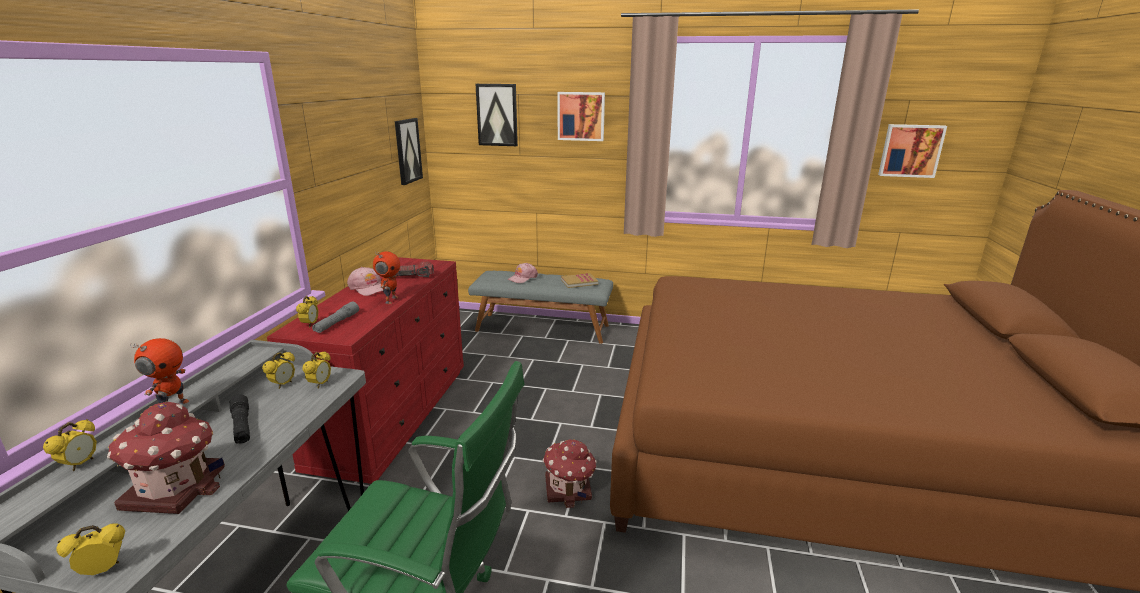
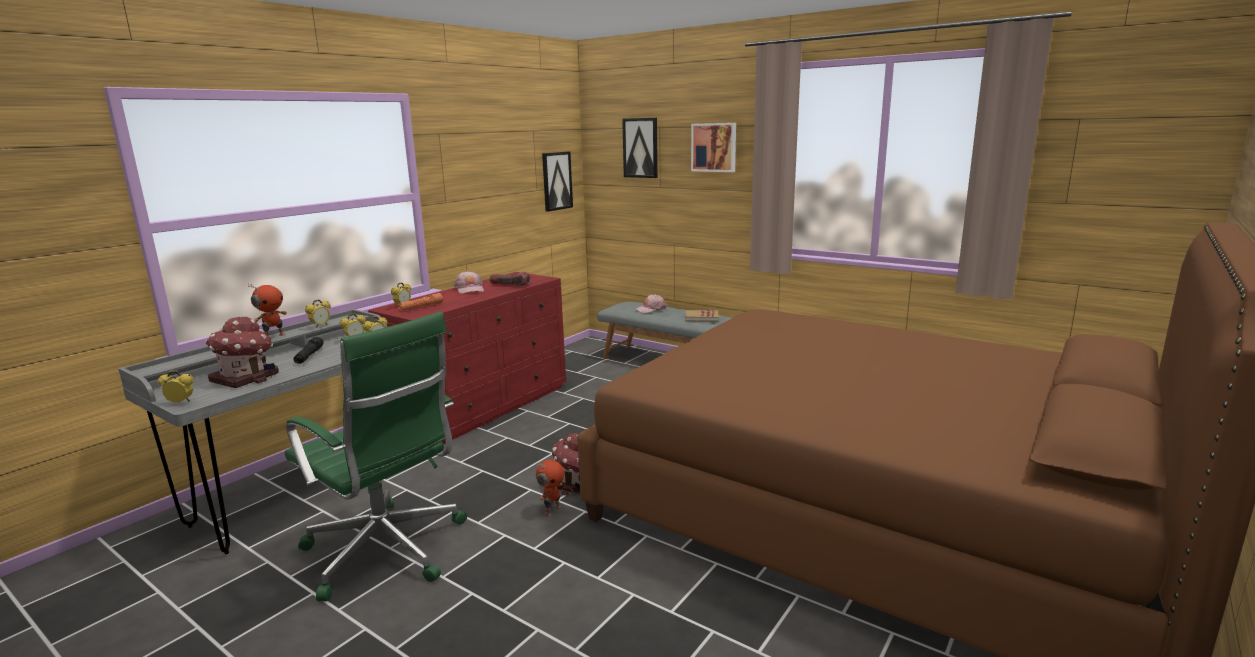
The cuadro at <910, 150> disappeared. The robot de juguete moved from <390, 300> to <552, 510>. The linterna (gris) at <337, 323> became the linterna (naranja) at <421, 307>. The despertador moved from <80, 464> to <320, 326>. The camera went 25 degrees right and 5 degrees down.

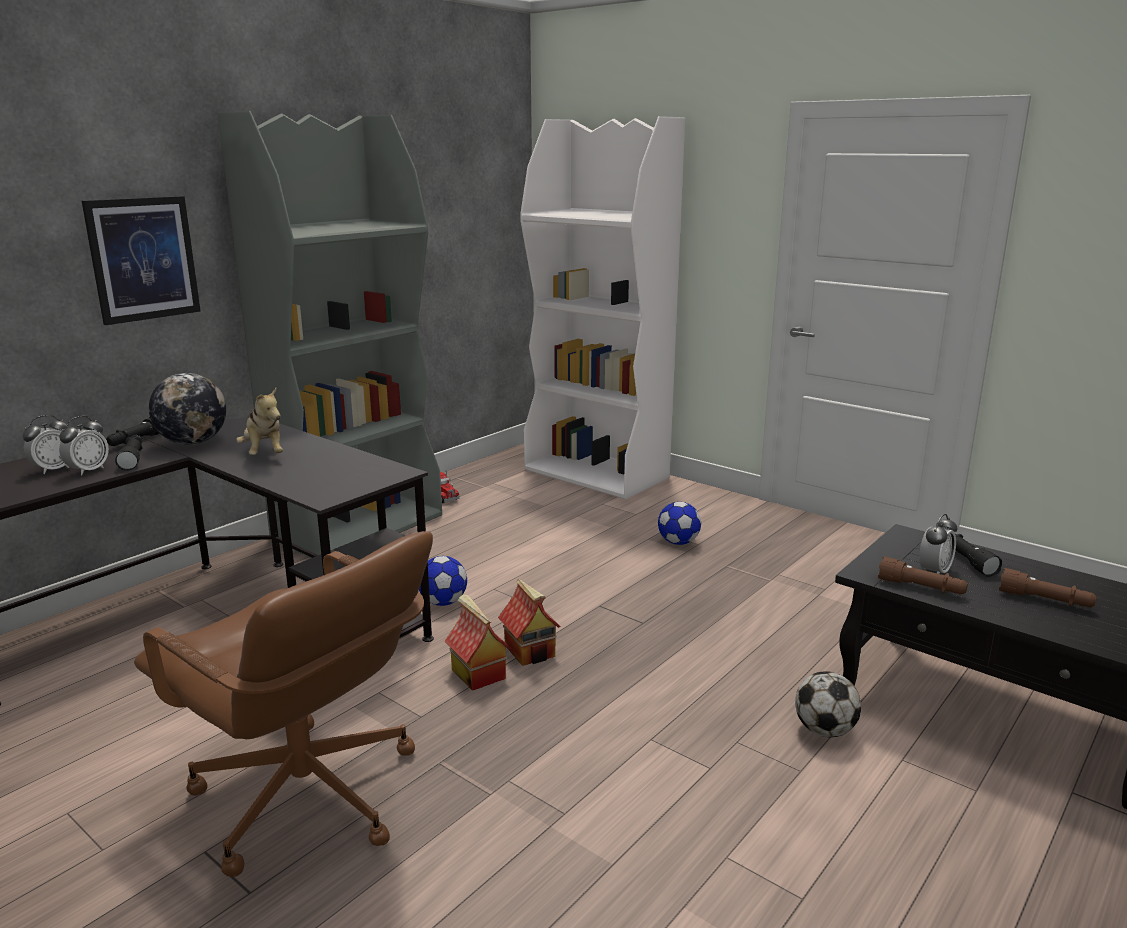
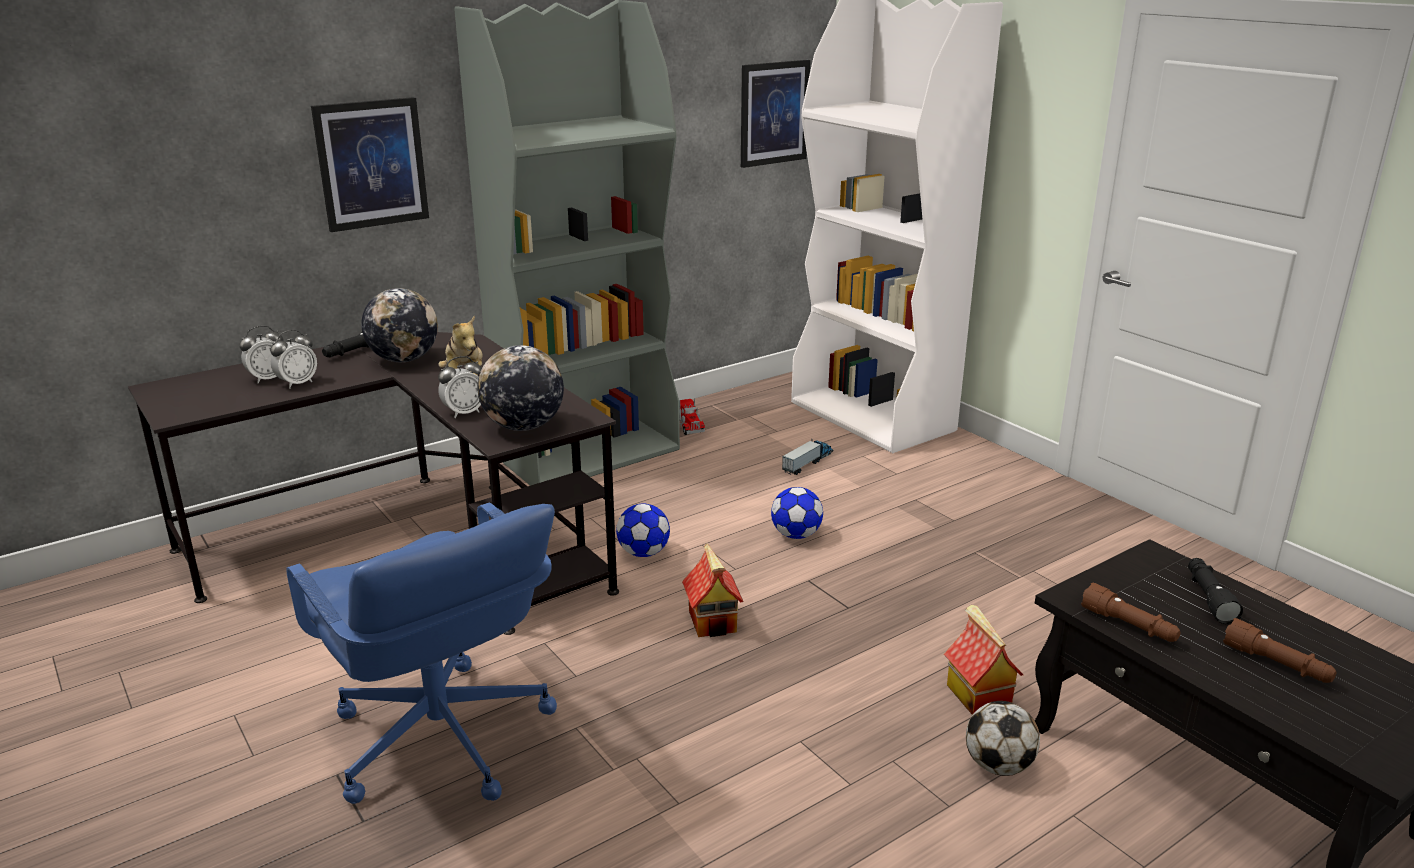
The linterna (negro) at <133, 459> disappeared. The balón de fútbol moved from <678, 542> to <796, 535>. The despertador moved from <934, 571> to <464, 412>. The silla de oficina (marrón) at <306, 798> became the silla de oficina (azul) at <440, 740>. The casita moved from <477, 673> to <977, 695>. The cuadro at <774, 113> appeared. The globo terráqueo at <523, 427> appeared. The camión de juguete at <808, 463> appeared. The camera went 15 degrees right and 5 degrees up.

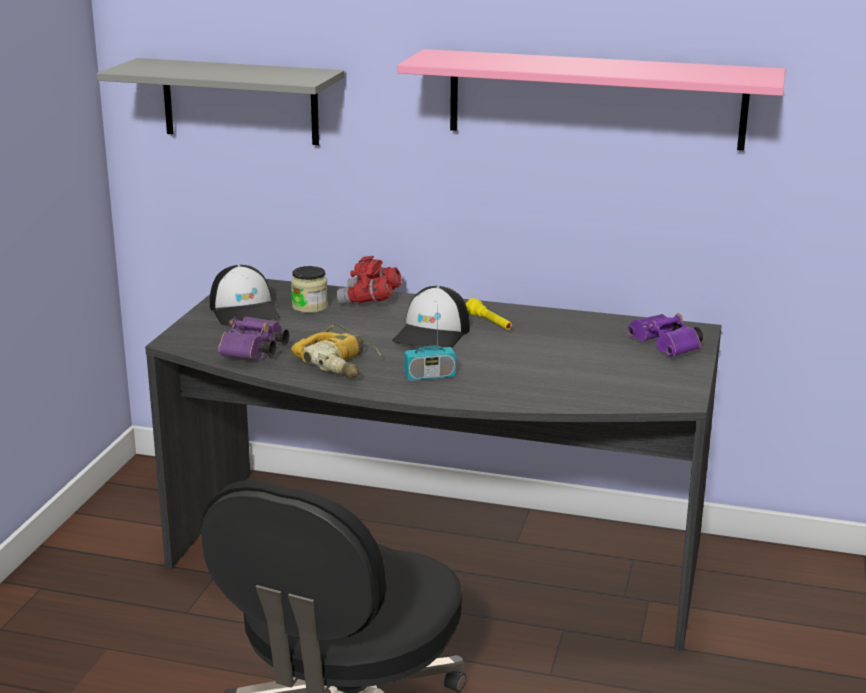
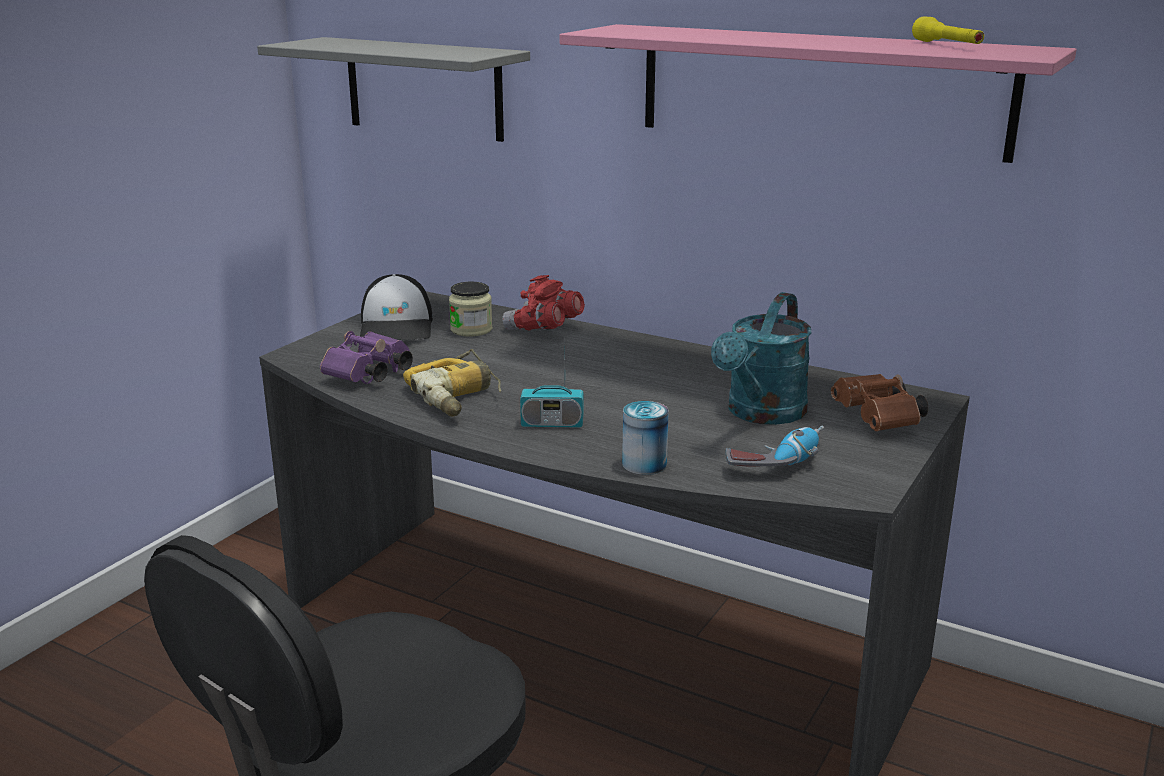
The gorra at <433, 334> disappeared. The linterna (amarillo) moved from <489, 323> to <947, 45>. The prismáticos (morado) at <667, 349> became the prismáticos (marrón) at <879, 420>. The regadera (turquesa) at <761, 414> appeared. The lata at <644, 464> appeared. The taladro at <778, 460> appeared. The camera went 15 degrees right and 0 degrees up.

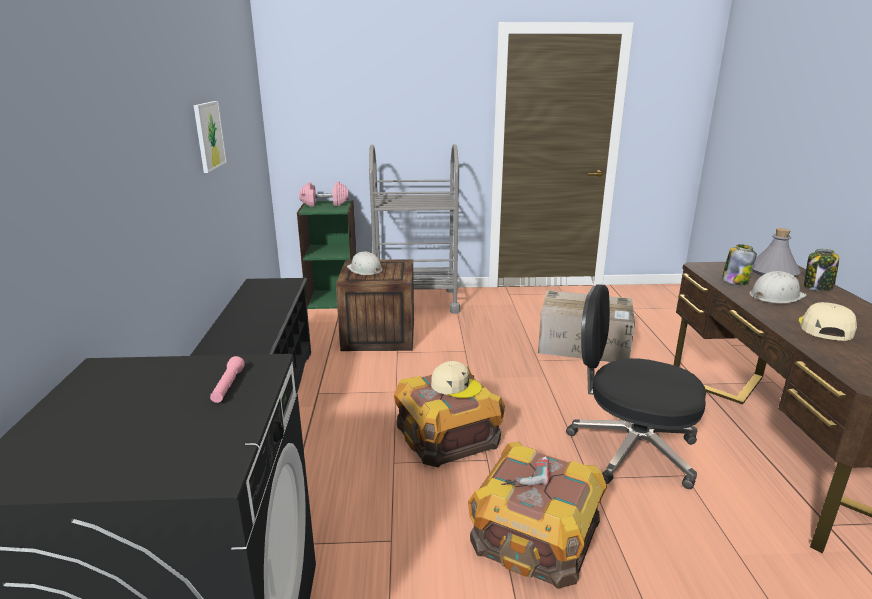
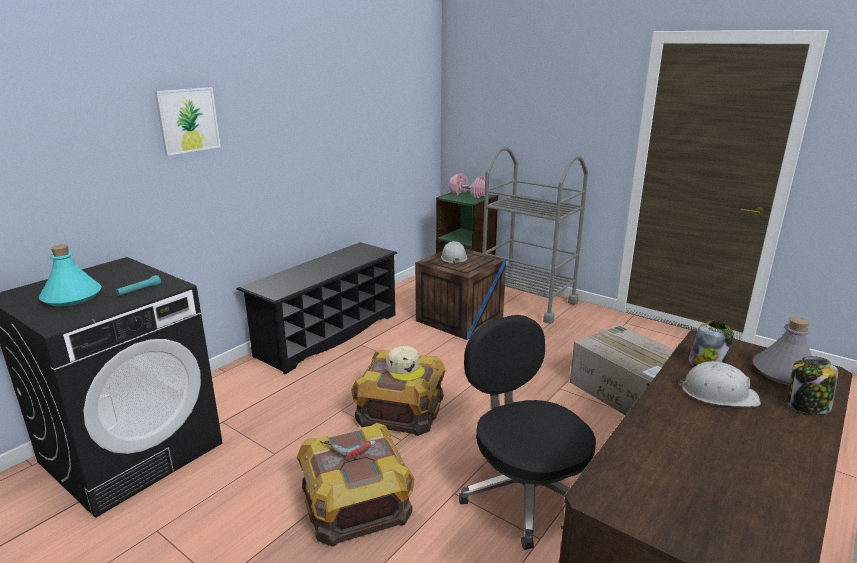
The cuadro moved from <209, 135> to <188, 120>. The gorra (beis) at <824, 328> disappeared. The linterna (rosa) at <228, 386> became the linterna (turquesa) at <139, 290>. The botella (turquesa) at <72, 297> appeared. The camera went 40 degrees right and 0 degrees up.

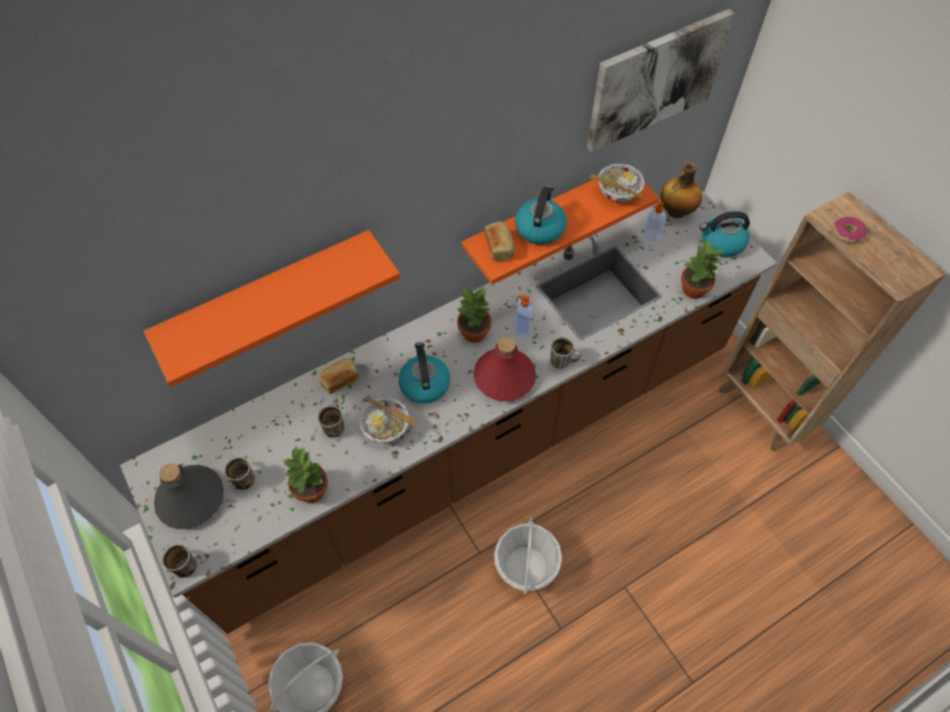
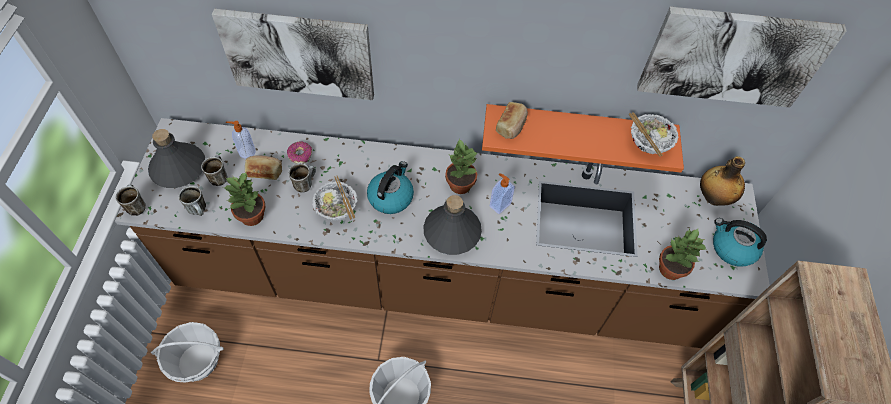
The hervidor at <539, 228> disappeared. The dispensador de jabón moved from <651, 236> to <246, 151>. The rosquilla moved from <847, 233> to <300, 155>. The estante (naranja) at <268, 298> was replaced by the cuadro at <299, 54>. The botella (rojo) at <505, 377> became the botella (gris) at <452, 232>. The taza grande moved from <563, 361> to <200, 211>. The pan moved from <340, 379> to <265, 171>. The camera went 35 degrees right and 0 degrees up.

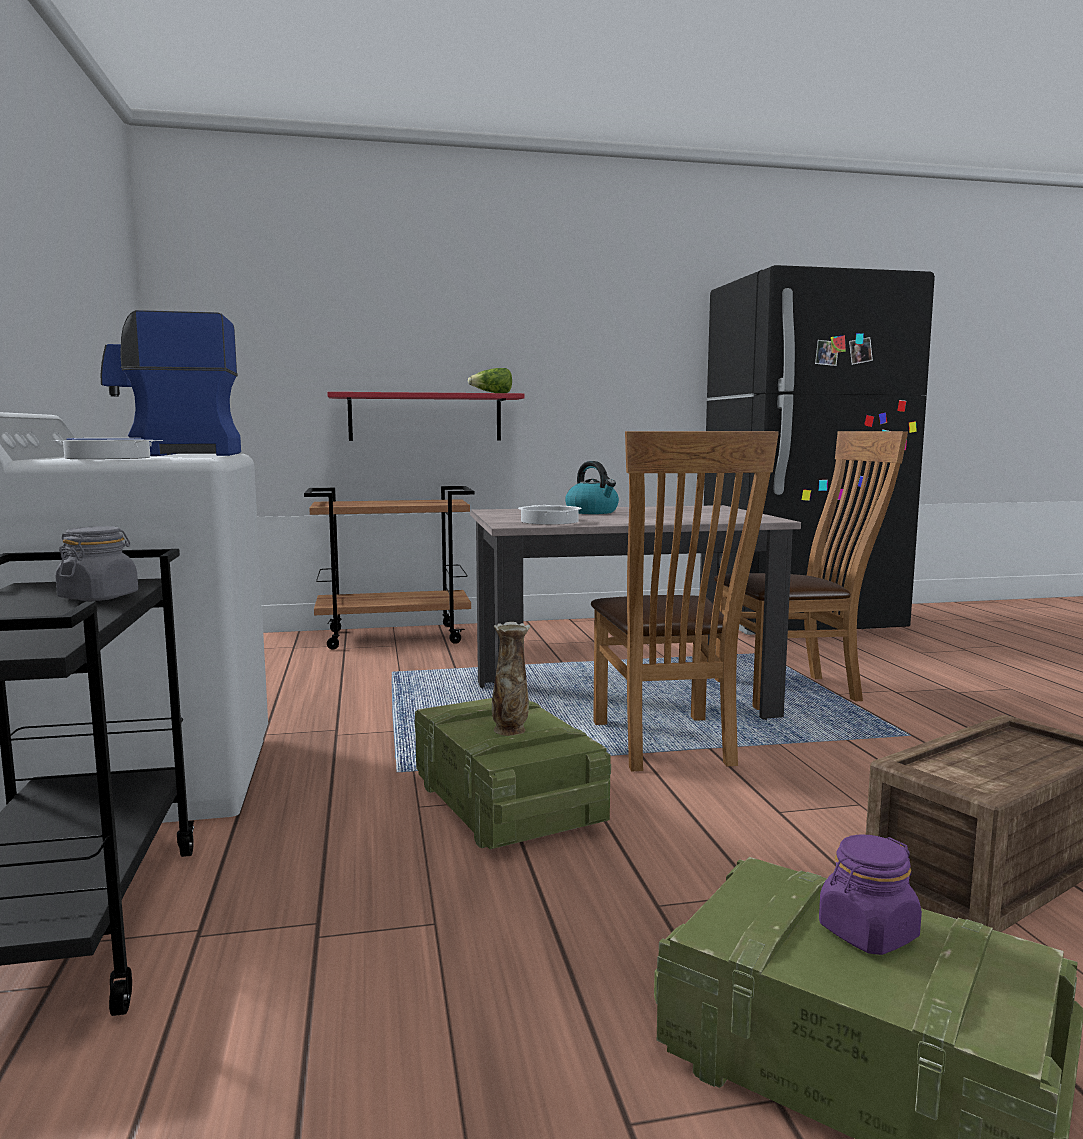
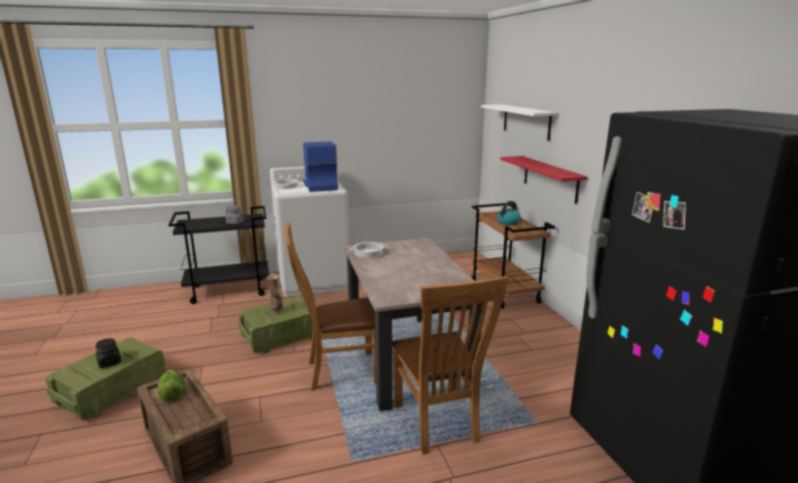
The lechuga moved from <492, 393> to <172, 393>. The hervidor moved from <592, 512> to <508, 222>. The tarro (morado) at <867, 933> became the tarro (negro) at <109, 362>. The estante (blanco) at <526, 121> appeared. The camera went 85 degrees right and 10 degrees up.

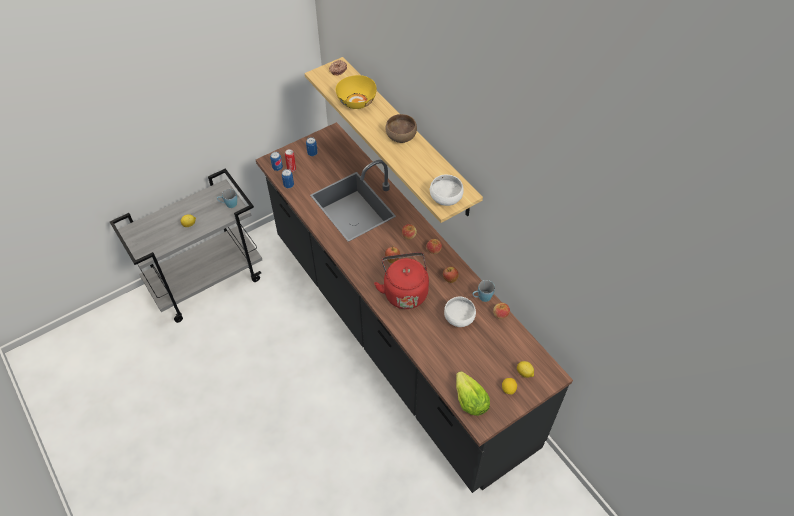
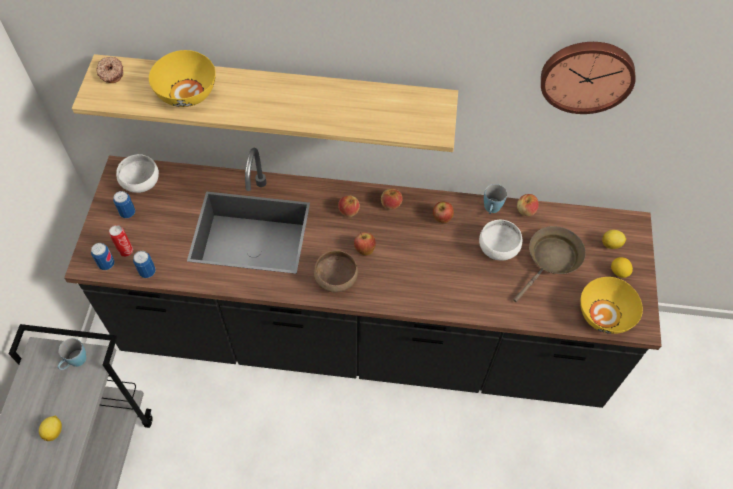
The cuenco (marrón) moved from <400, 137> to <335, 280>. The cuenco (blanco) moved from <445, 198> to <140, 183>. The hervidor (rojo) at <404, 291> disappeared. The lechuga at <469, 400> was replaced by the cuenco (amarillo) at <605, 315>. The reloj de pared at <587, 75> appeared. The sartén (marrón) at <551, 260> appeared. The camera went 50 degrees left and 5 degrees up.

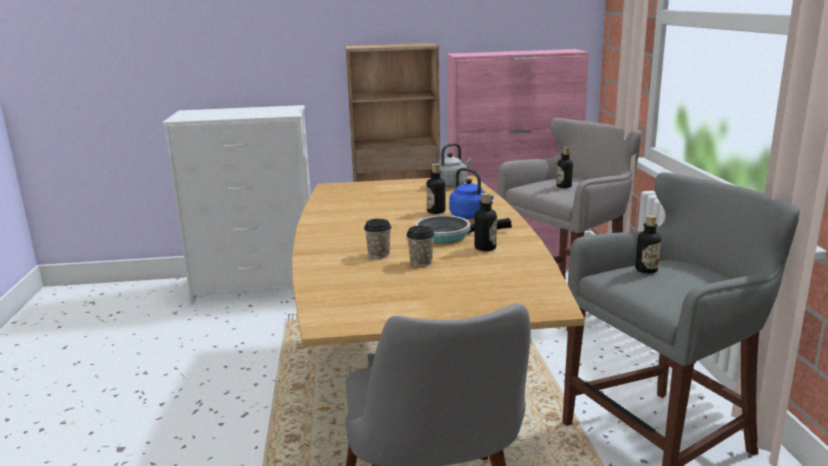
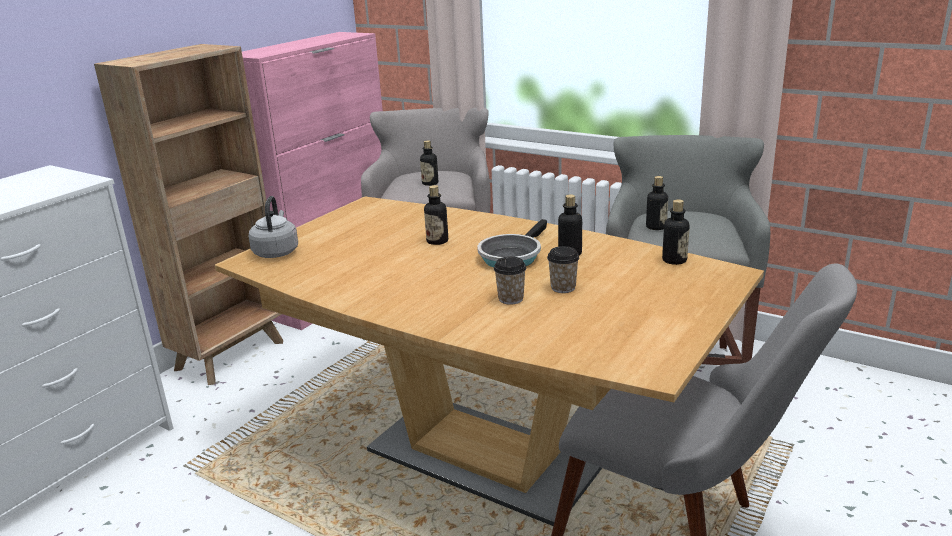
The hervidor (gris) moved from <452, 184> to <276, 252>. The hervidor (azul) at <471, 216> disappeared. The botella at <674, 260> appeared. The camera went 50 degrees left and 5 degrees up.

